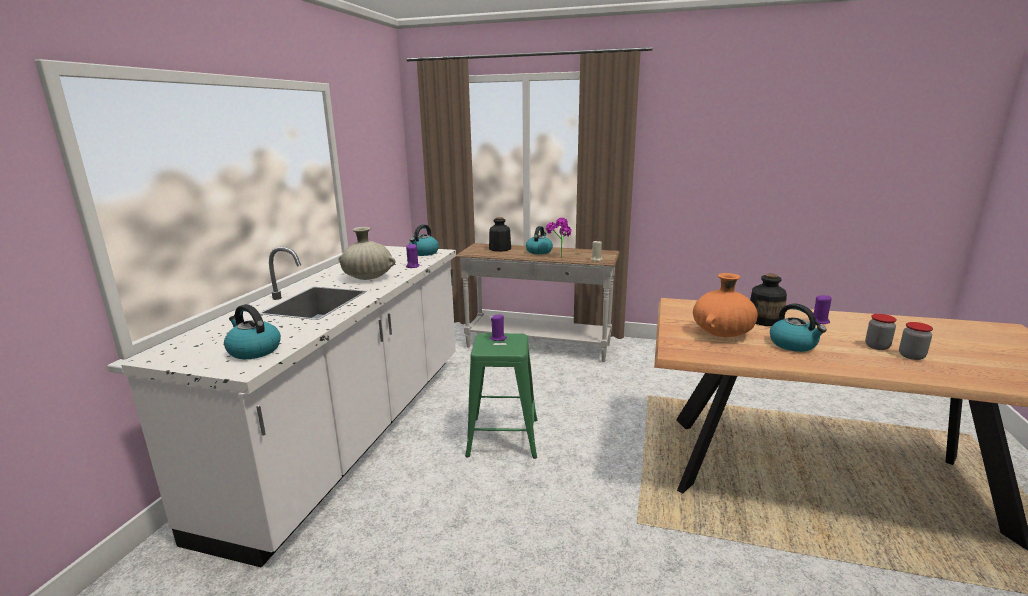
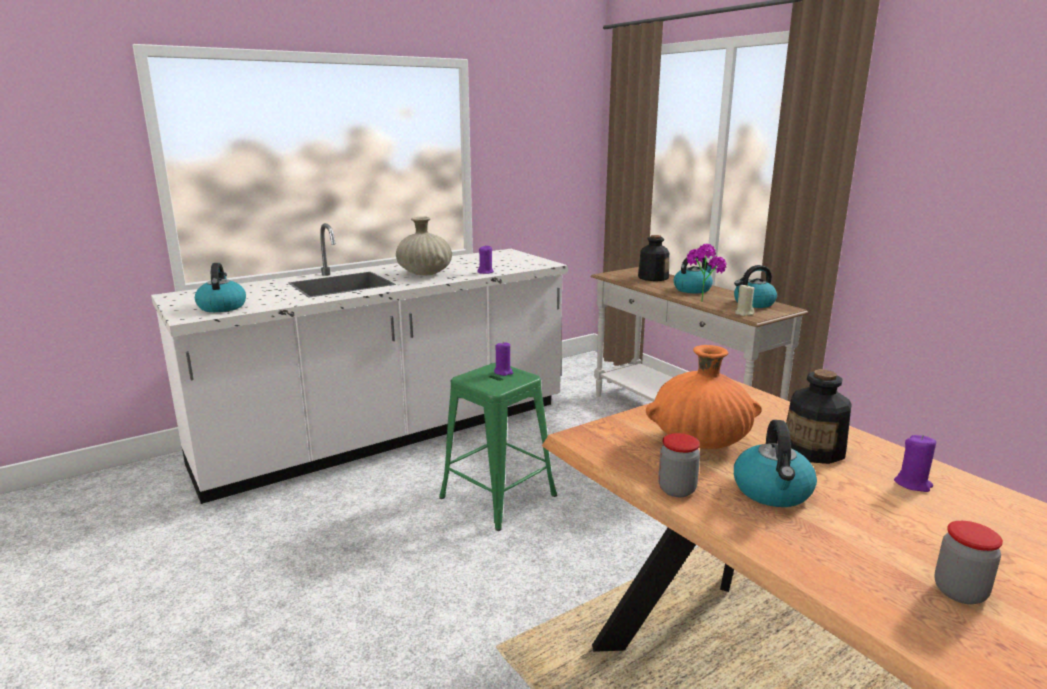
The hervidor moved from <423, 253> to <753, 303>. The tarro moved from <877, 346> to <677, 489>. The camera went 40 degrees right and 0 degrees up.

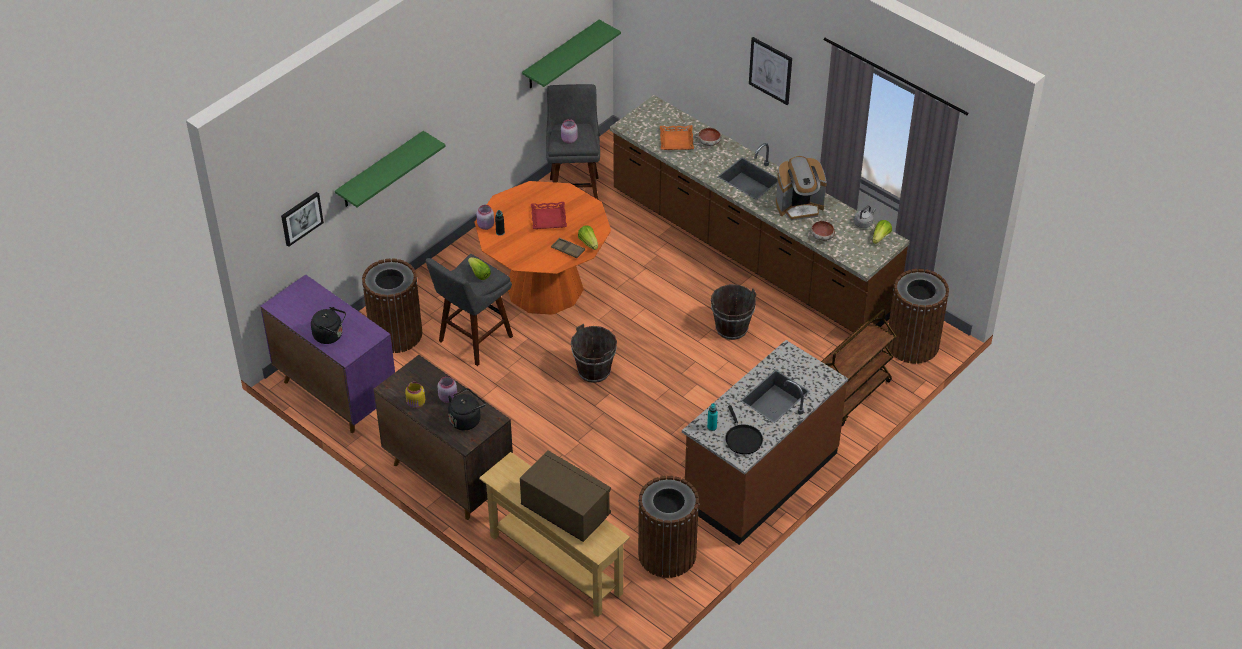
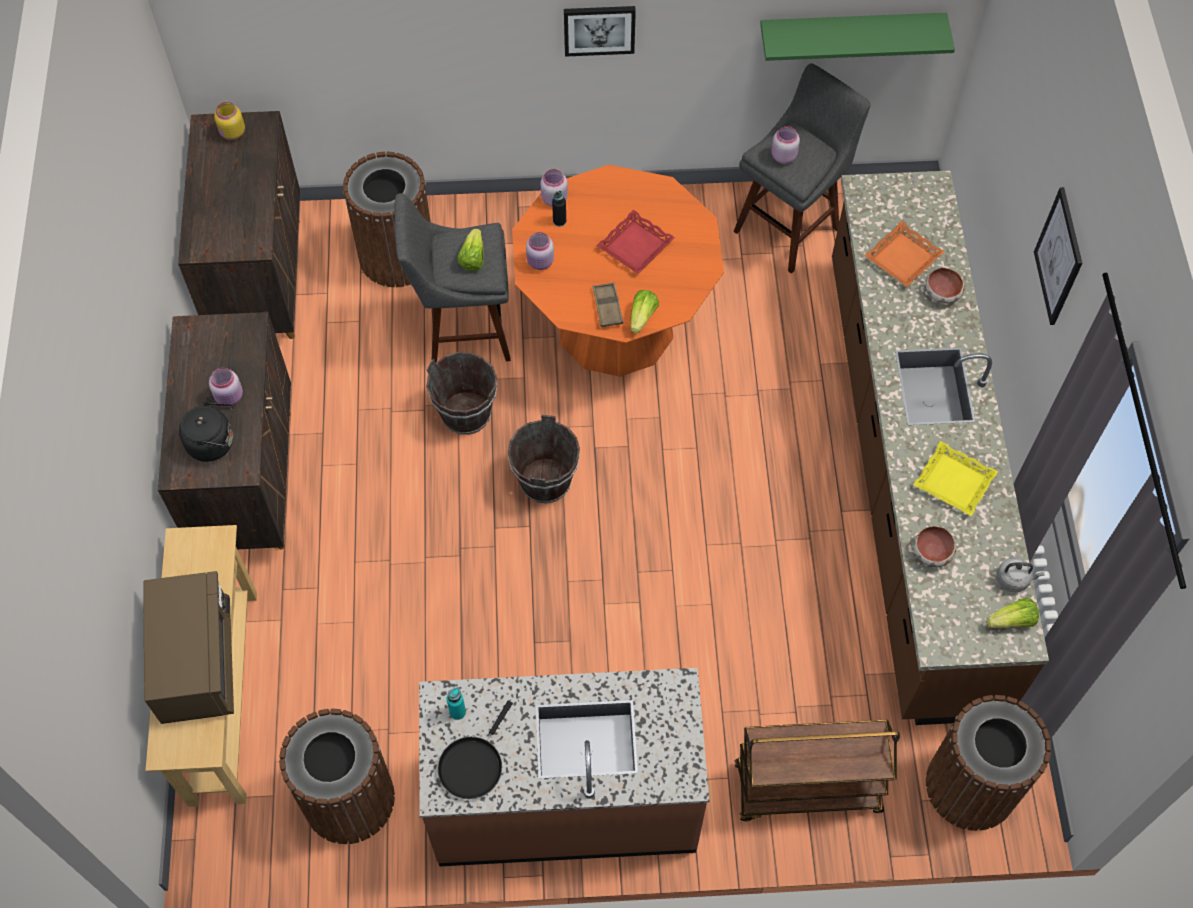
The estante (verde) at <380, 170> disappeared. The cafetera at <799, 206> was replaced by the bandeja (amarillo) at <954, 481>. The cuadro moved from <301, 218> to <599, 29>. The armario (morado) at <335, 392> became the armario (marrón) at <260, 278>. The cubo (marrón) moved from <731, 328> to <465, 414>. The hervidor (negro) at <330, 335> disappeared. The tarro (amarillo) moved from <416, 404> to <232, 133>. The tarro (rosa) at <540, 262> appeared. The camera went 45 degrees right and 15 degrees up.

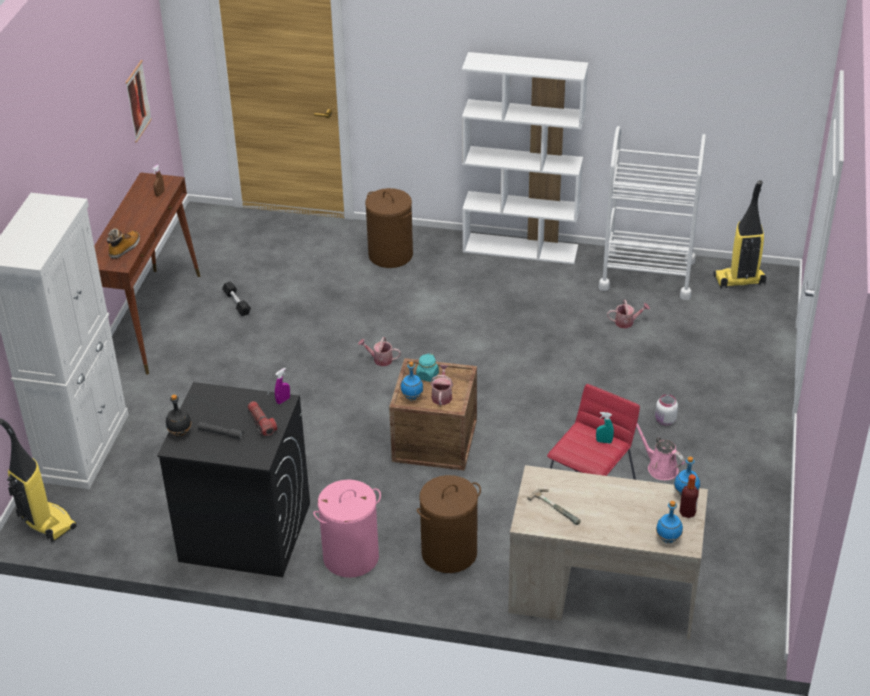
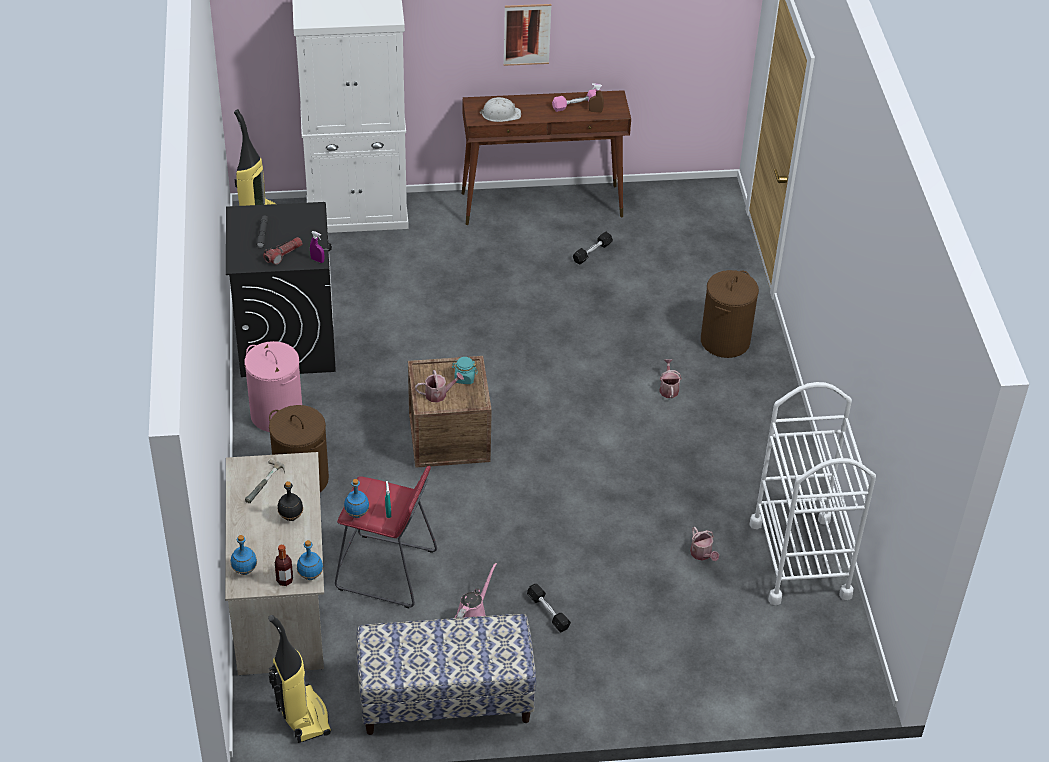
The estantería (blanco) at <521, 248> disappeared. The cuadro moved from <138, 101> to <527, 34>. The aspiradora moved from <739, 281> to <302, 715>. The bota at <124, 248> was replaced by the casco (blanco) at <500, 114>. The regadera moved from <380, 359> to <668, 388>. The botella (azul) moved from <412, 397> to <357, 514>. The botella (negro) moved from <179, 433> to <291, 516>. The tarro (blanco) at <665, 421> was replaced by the mancuerna (negro) at <548, 612>. The mancuerna (rosa) at <576, 105> appeared. The banco at <445, 700> appeared. The camera went 70 degrees right and 5 degrees up.

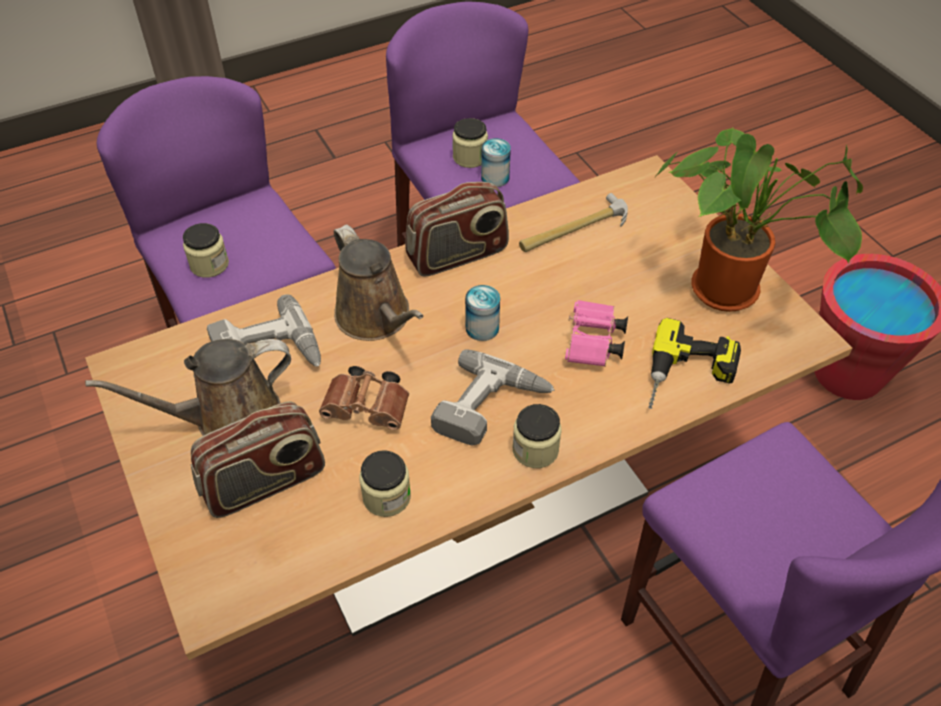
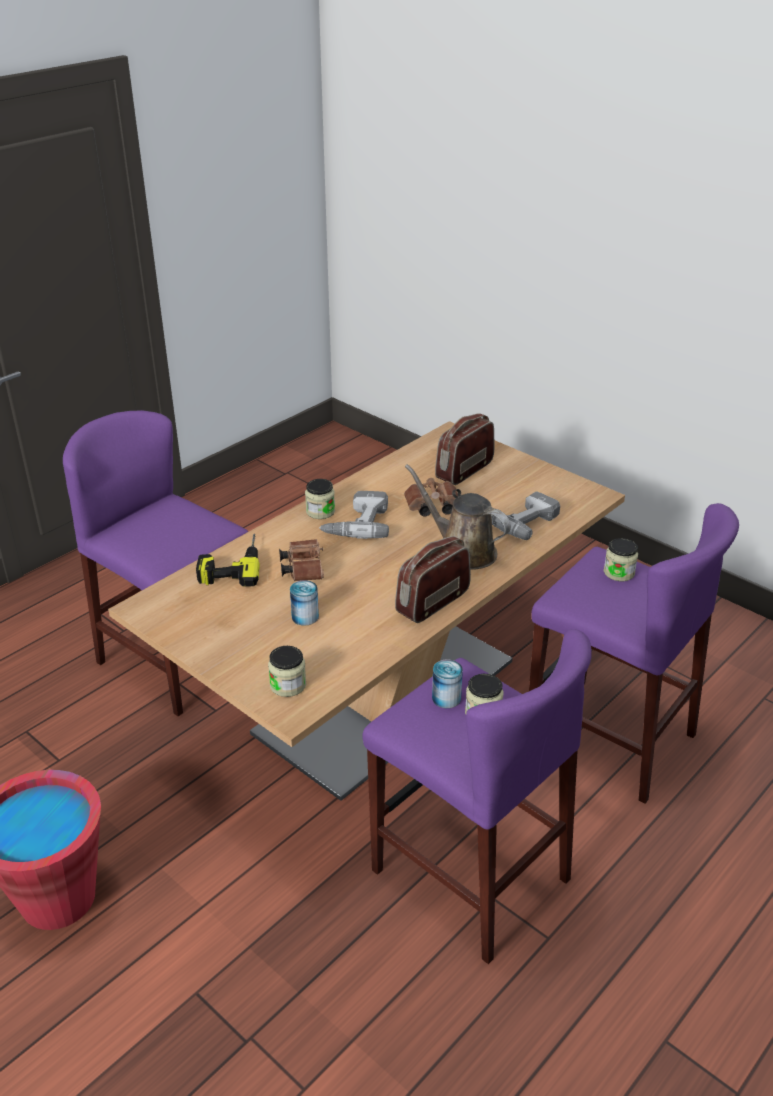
The planta en maceta at <732, 291> disappeared. The martillo at <574, 229> disappeared. The lata moved from <482, 328> to <305, 616>. The prismáticos (rosa) at <593, 344> became the prismáticos (marrón) at <303, 568>. The regadera (marrón) at <229, 417> disappeared. The tarro moved from <386, 496> to <288, 685>. The camera went 160 degrees right and 15 degrees down.

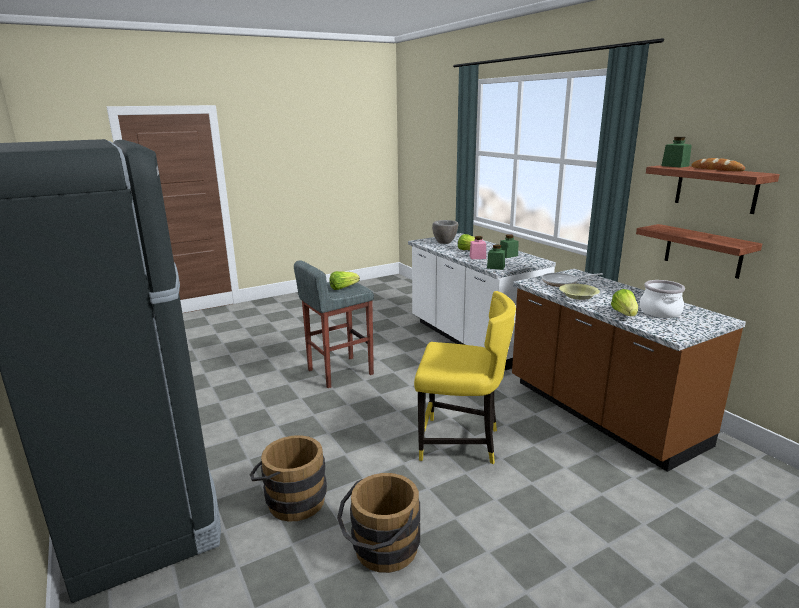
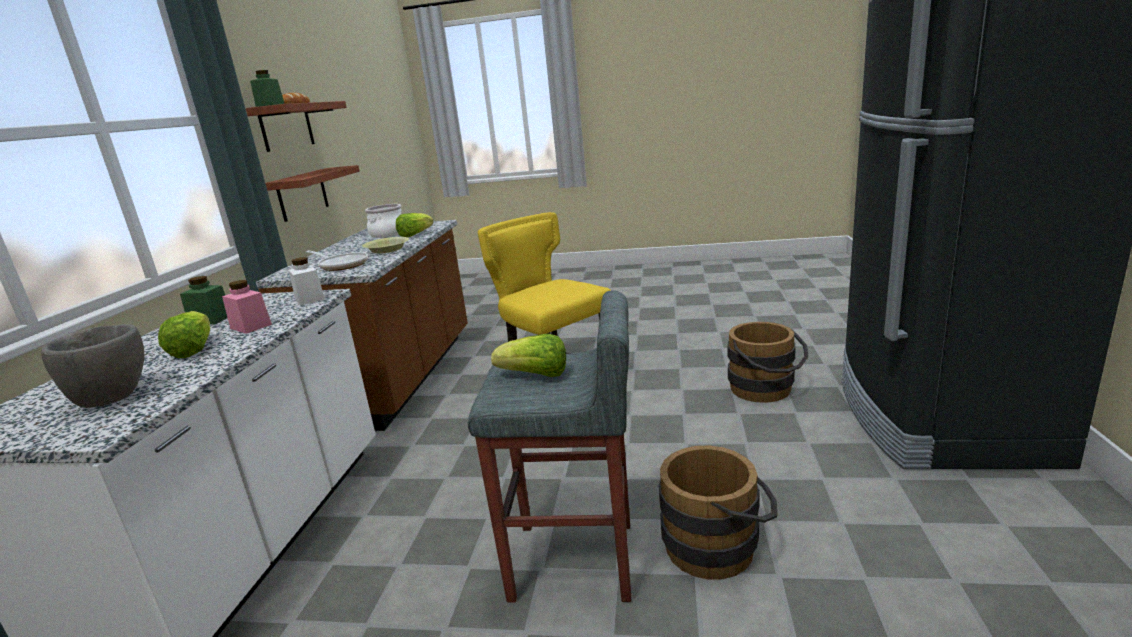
The tarro (verde) at <495, 267> became the tarro (blanco) at <309, 299>. The cubo (marrón) moved from <381, 551> to <718, 546>. The camera went 140 degrees left and 0 degrees up.

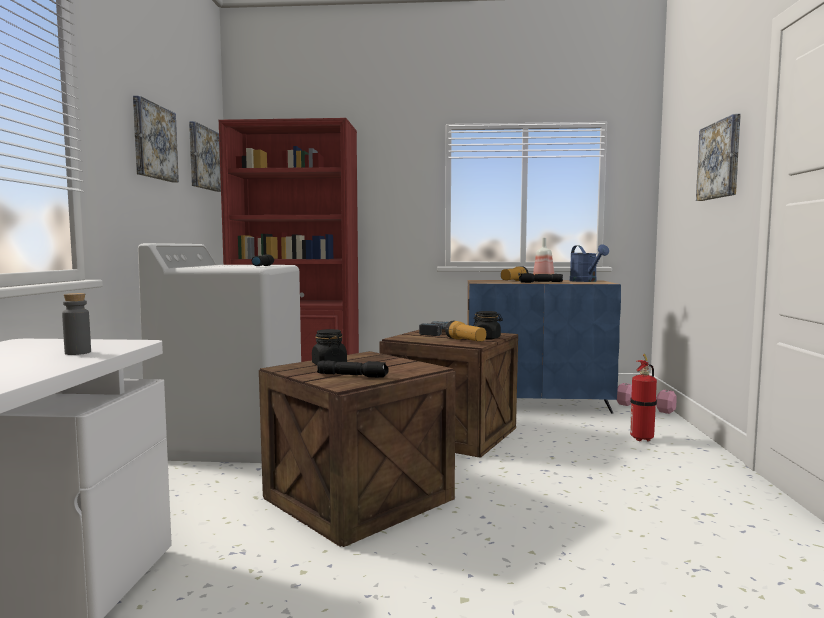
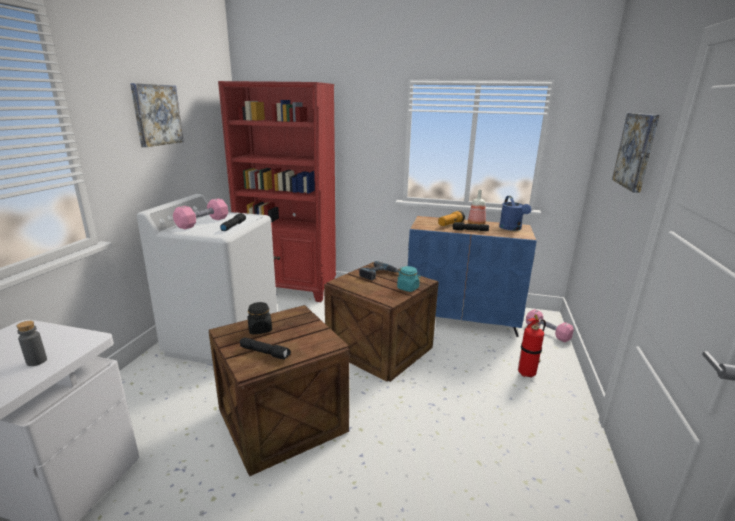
The cuadro at <203, 158> disappeared. The tarro (negro) at <487, 338> became the tarro (turquesa) at <408, 288>. The linterna at <465, 341> disappeared. The mancuerna (rosa) at <203, 223> appeared. The camera went 10 degrees right and 15 degrees up.

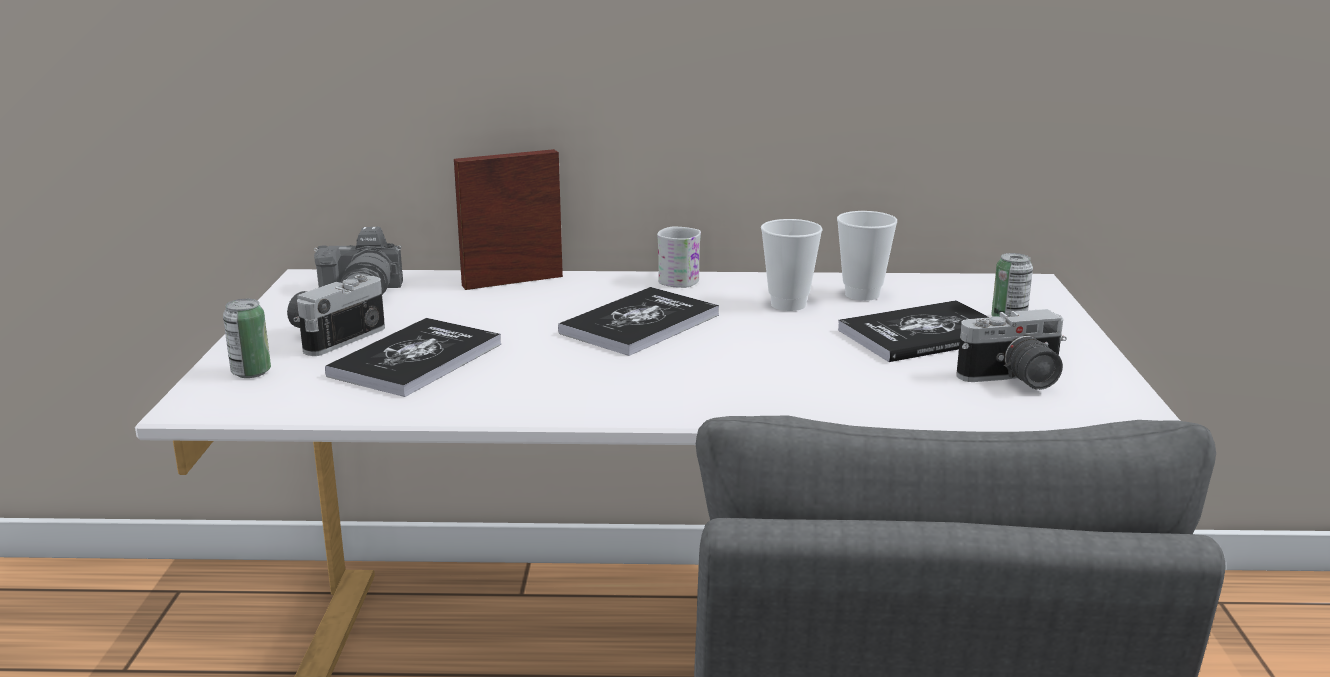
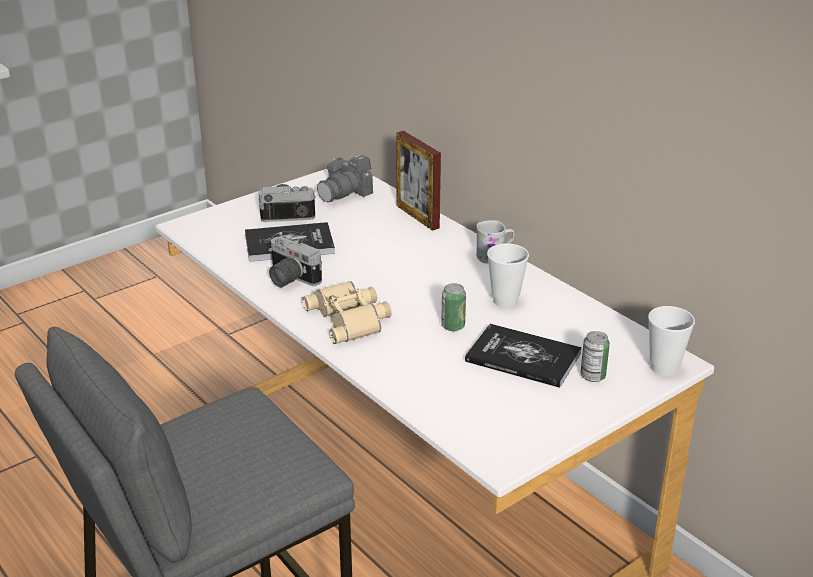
The portarretratos at <512, 281> turned 150 degrees counterclockwise. The taza moved from <862, 294> to <664, 368>. The libro at <640, 324> disappeared. The lata moved from <251, 372> to <453, 326>. The cámara moved from <1015, 381> to <289, 279>. The prismáticos (beis) at <350, 318> appeared. The camera went 50 degrees right and 10 degrees up.

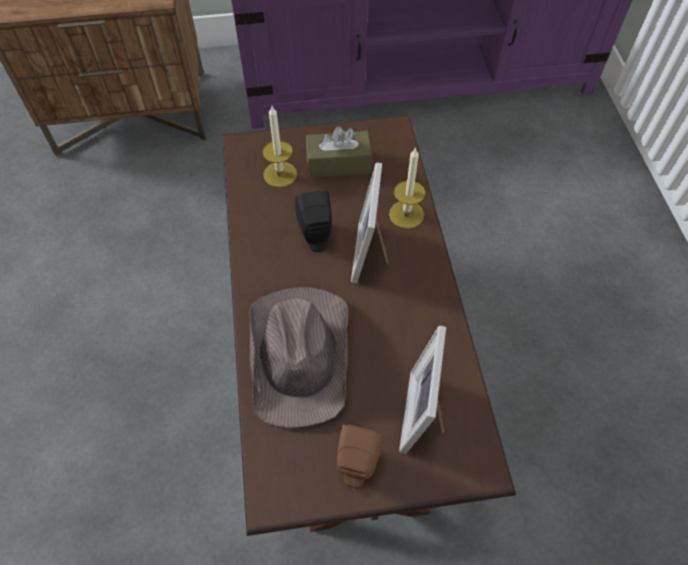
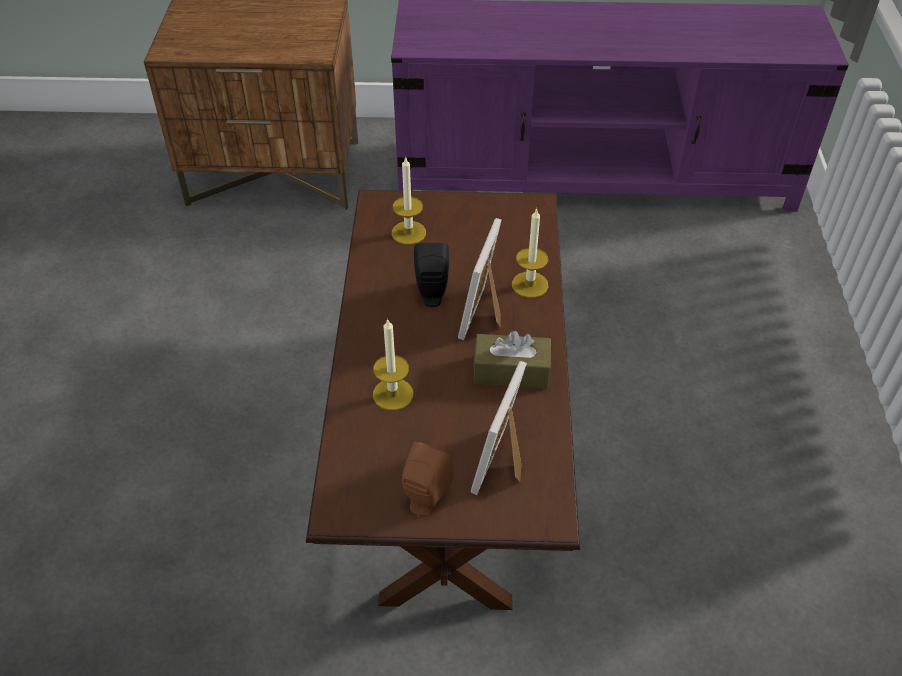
The caja de pañuelos (marrón) moved from <338, 163> to <511, 371>. The sombrero (marrón) at <301, 353> was replaced by the vela at <393, 394>. The camera went 10 degrees right and 10 degrees down.

